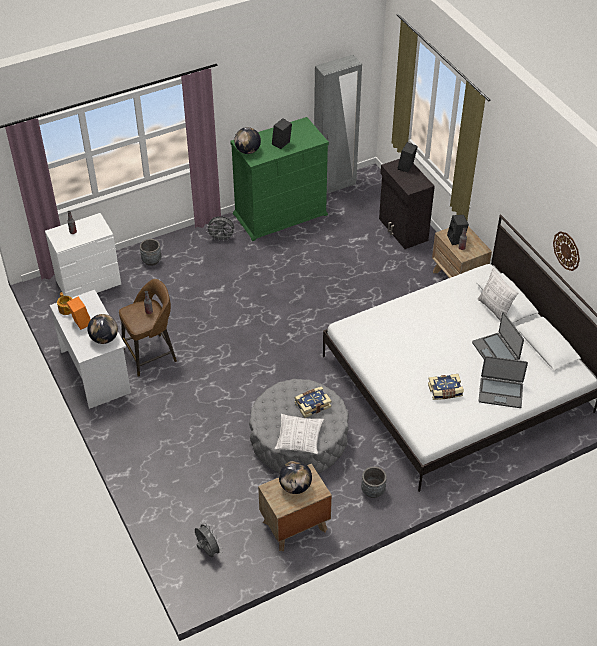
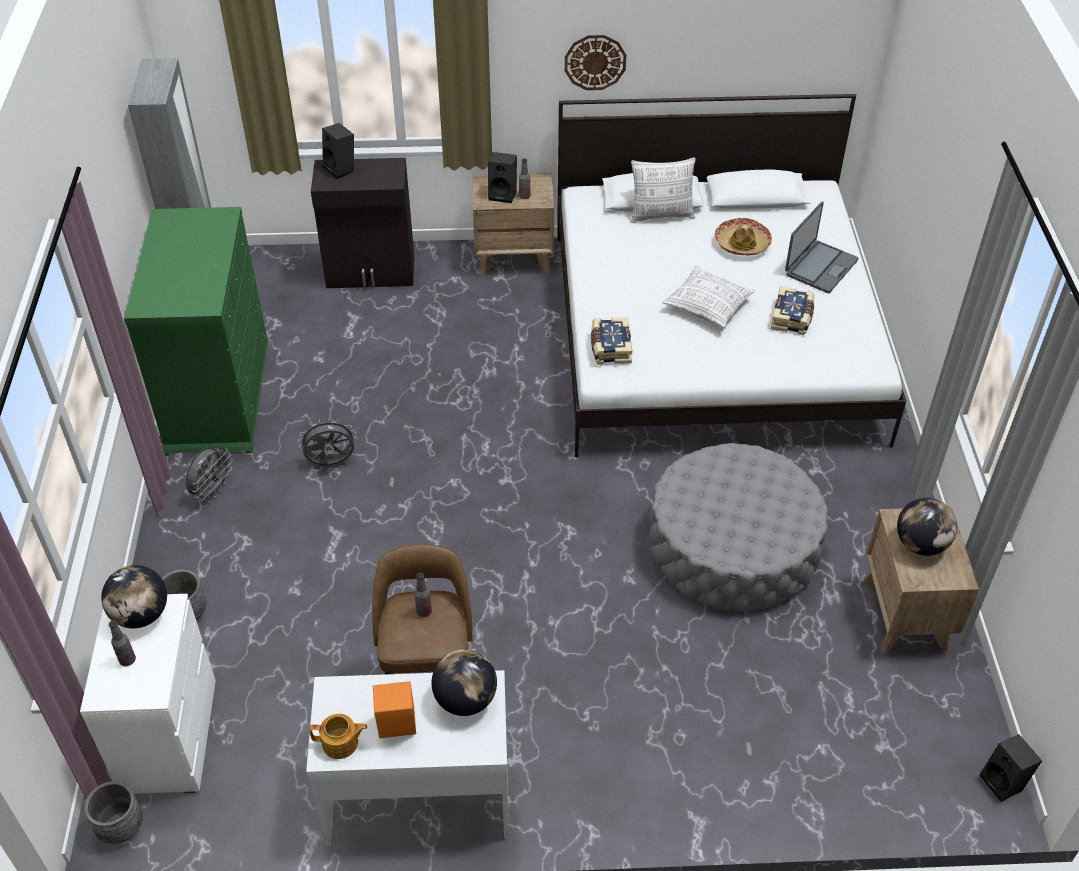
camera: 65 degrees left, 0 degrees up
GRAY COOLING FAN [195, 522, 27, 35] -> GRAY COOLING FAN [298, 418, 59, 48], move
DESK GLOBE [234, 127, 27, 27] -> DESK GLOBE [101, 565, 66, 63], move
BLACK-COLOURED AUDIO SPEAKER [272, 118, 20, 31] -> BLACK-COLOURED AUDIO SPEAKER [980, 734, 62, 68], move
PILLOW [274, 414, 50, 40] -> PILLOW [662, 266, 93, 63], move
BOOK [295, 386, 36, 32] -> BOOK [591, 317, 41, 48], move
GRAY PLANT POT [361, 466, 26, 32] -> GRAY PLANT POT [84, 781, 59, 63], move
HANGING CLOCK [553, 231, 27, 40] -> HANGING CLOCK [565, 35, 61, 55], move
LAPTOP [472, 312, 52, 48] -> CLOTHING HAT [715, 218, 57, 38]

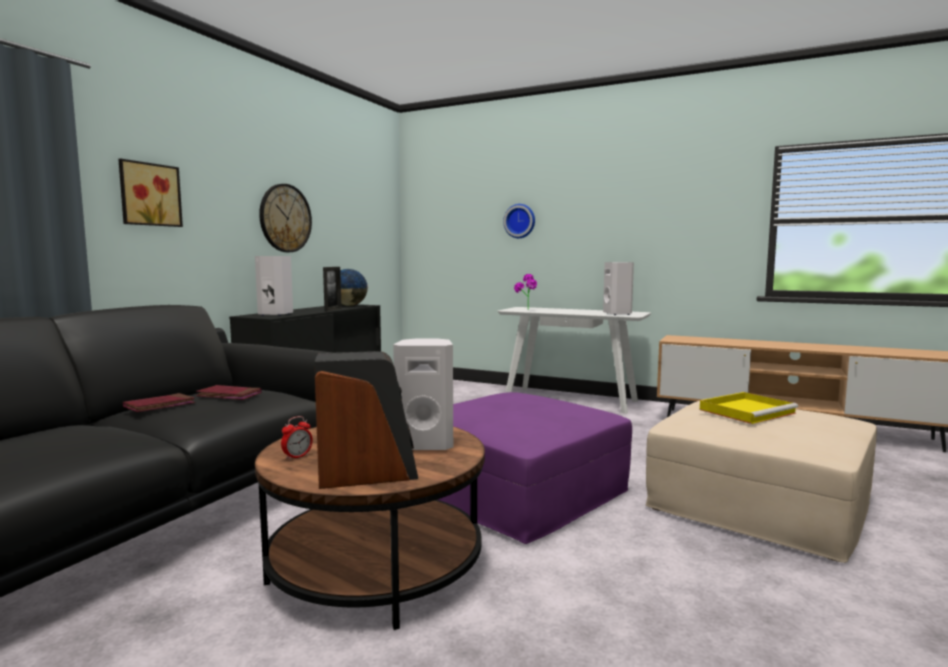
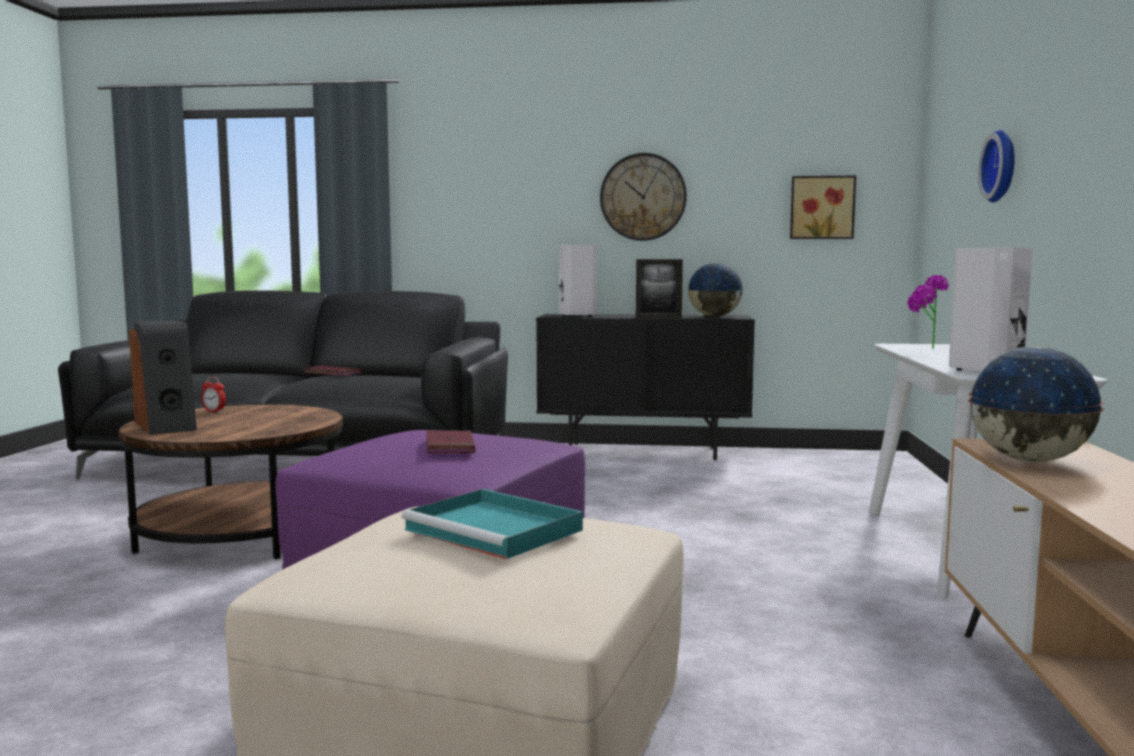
camera: 70 degrees right, 0 degrees up
WHITISH AUDIO SPEAKER [393, 339, 60, 111] -> none
none -> DESK GLOBE [968, 347, 136, 115]
PICTURE [118, 159, 65, 68] -> PICTURE [790, 175, 66, 64], move
RED BOOK [196, 385, 66, 15] -> RED BOOK [426, 430, 49, 23], move
YELLOW-COLOURED SERVING TRAY [700, 392, 98, 32] -> BLUE-GREEN SERVING TRAY [402, 489, 181, 71]

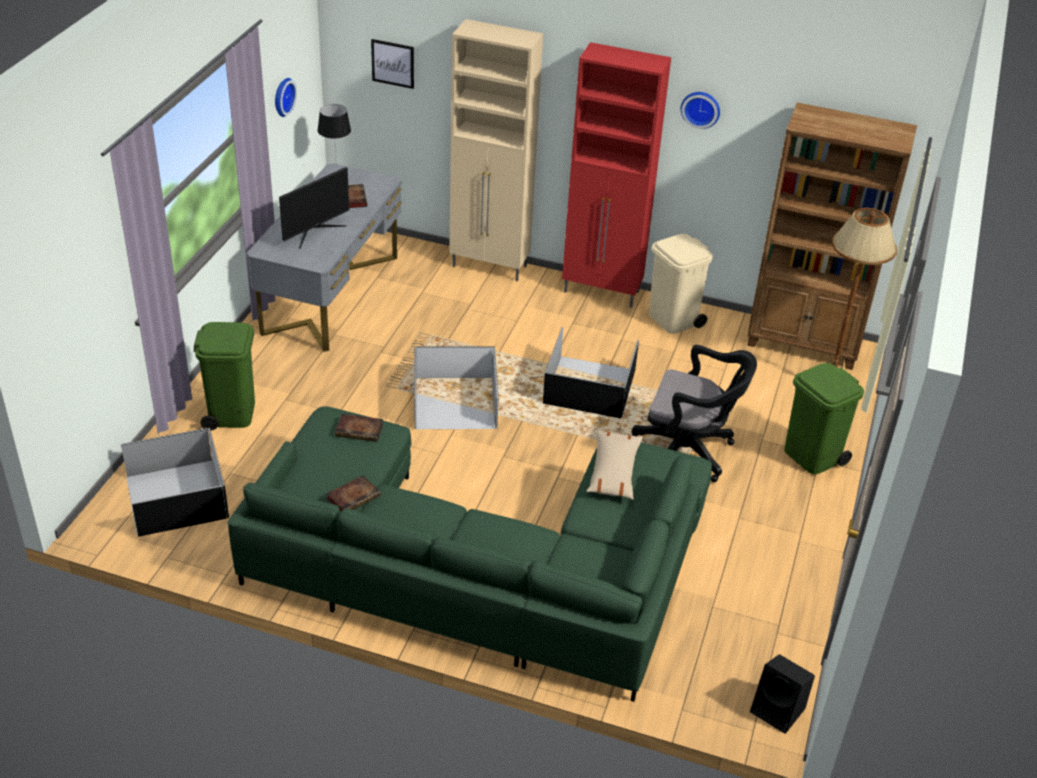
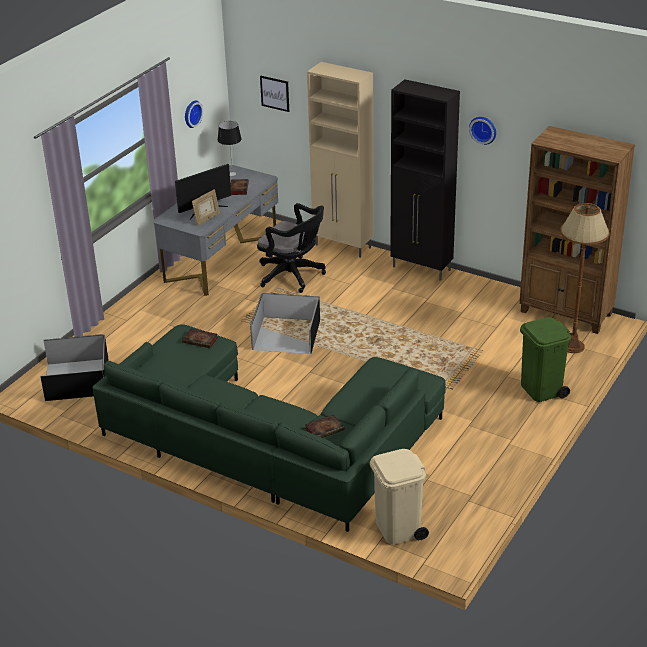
camera: 15 degrees right, 5 degrees down
GREEN-COLOURED RUBBISH BIN [194, 322, 61, 108] -> none
BLACK-COLOURED STORAGE BIN [543, 327, 96, 91] -> none
SAND-COLOURED PILLOW [587, 430, 56, 70] -> none
BLACK-COLOURED AUDIO SPEAKER [750, 654, 65, 80] -> none
none -> STANDING FRAME [192, 189, 28, 37]
BOOK [326, 475, 55, 37] -> BOOK [305, 415, 39, 23], move
BLACK-COLOURED DESK CHAIR [631, 345, 126, 137] -> BLACK-COLOURED DESK CHAIR [257, 203, 69, 90], move
SAND-COLOURED RUBBISH BIN [649, 234, 64, 100] -> SAND-COLOURED RUBBISH BIN [370, 449, 59, 95], move
RED CUPBOARD [562, 42, 109, 266] -> BLACK-COLOURED CUPBOARD [390, 79, 70, 202]

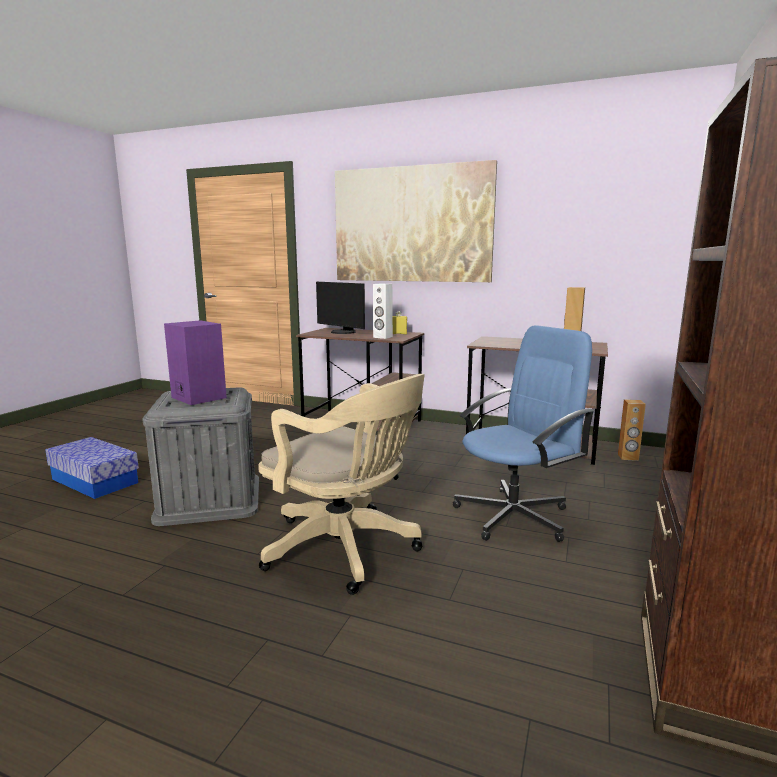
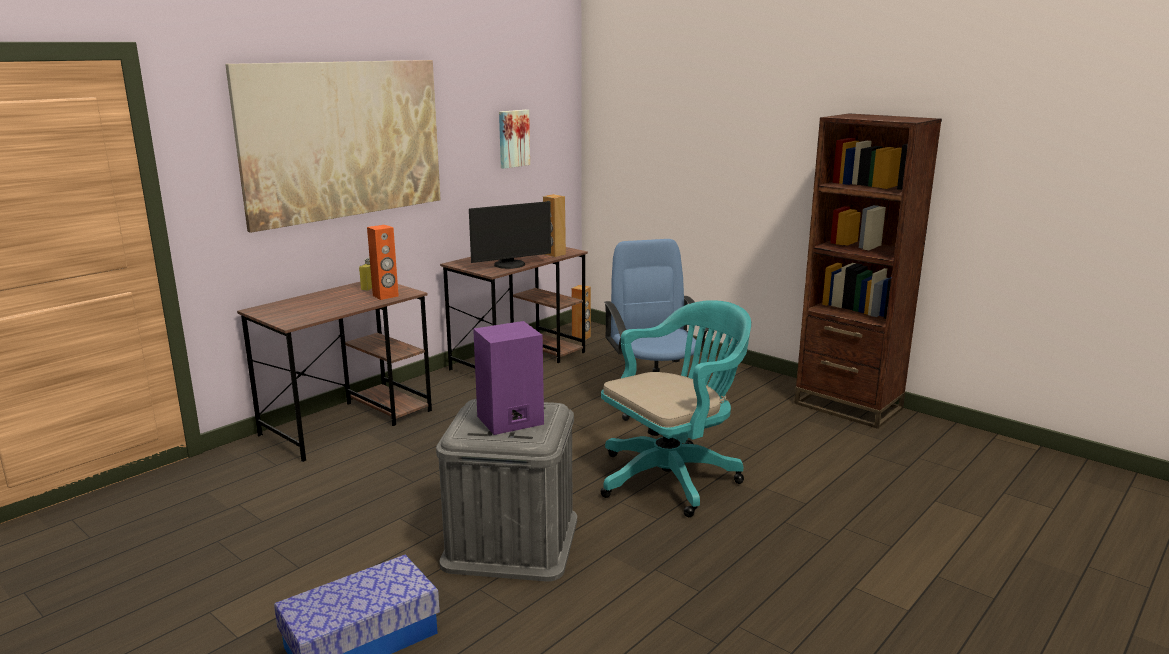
camera: 70 degrees left, 5 degrees up
none -> PICTURE [499, 110, 31, 59]
COMPUTER DISPLAY [316, 282, 49, 52] -> COMPUTER DISPLAY [469, 201, 82, 68], move
SAND-COLOURED DESK CHAIR [258, 374, 167, 221] -> BLUE-GREEN DESK CHAIR [601, 300, 150, 217]
WHITISH AUDIO SPEAKER [373, 284, 20, 55] -> ORANGEY AUDIO SPEAKER [367, 225, 32, 75]

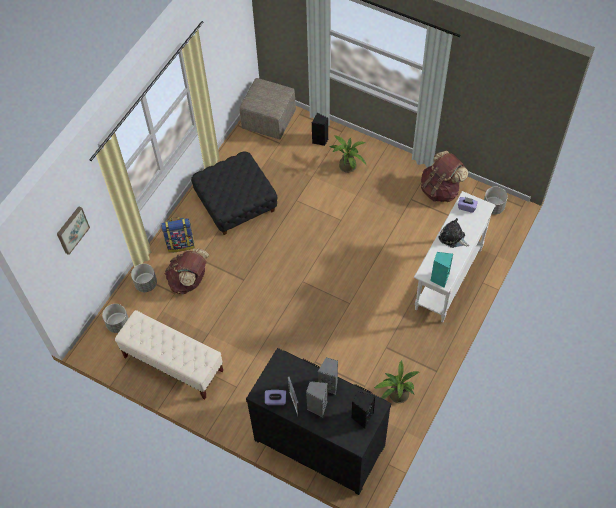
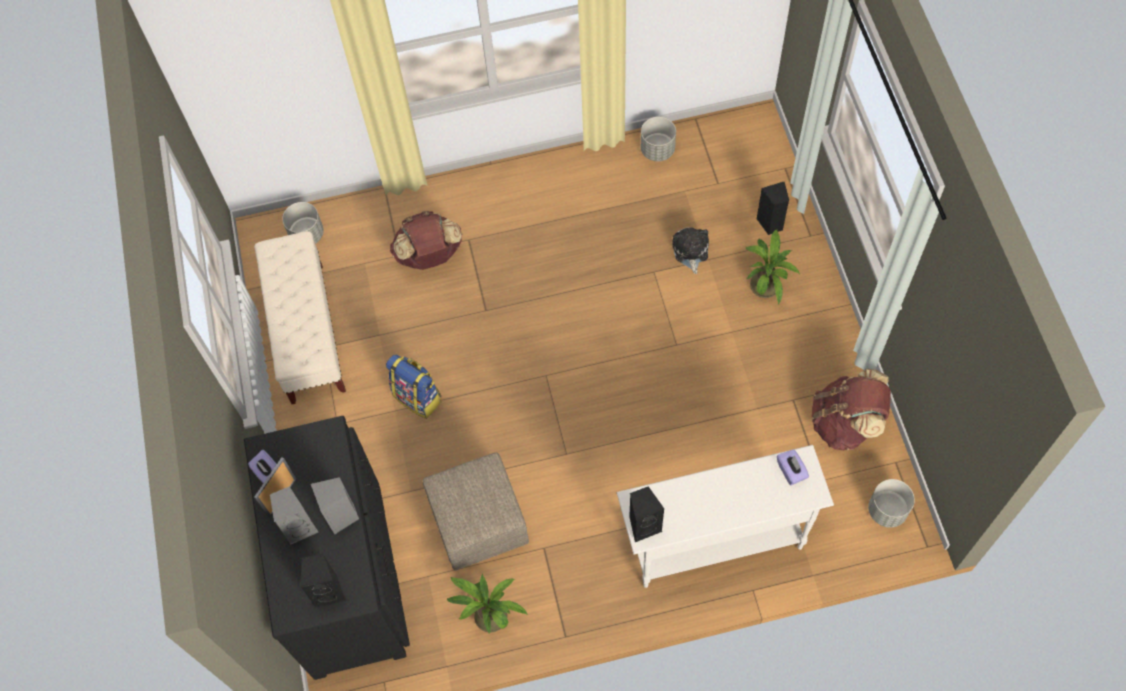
camera: 50 degrees right, 5 degrees up
PICTURE [57, 206, 33, 49] -> none
BLACK-COLOURED POUFFE [191, 151, 86, 84] -> none
GRAY PLANT POT [131, 264, 26, 28] -> GRAY PLANT POT [641, 117, 35, 44], move
BACKPACK [161, 217, 33, 36] -> BACKPACK [386, 355, 56, 64], move
SAND-COLOURED POUFFE [239, 78, 57, 62] -> SAND-COLOURED POUFFE [423, 453, 106, 118], move
CUDDLY TOY [439, 218, 30, 30] -> CUDDLY TOY [672, 227, 37, 47], move
BLUE-GREEN AUDIO SPEAKER [430, 252, 23, 36] -> BLACK-COLOURED AUDIO SPEAKER [629, 486, 35, 56]

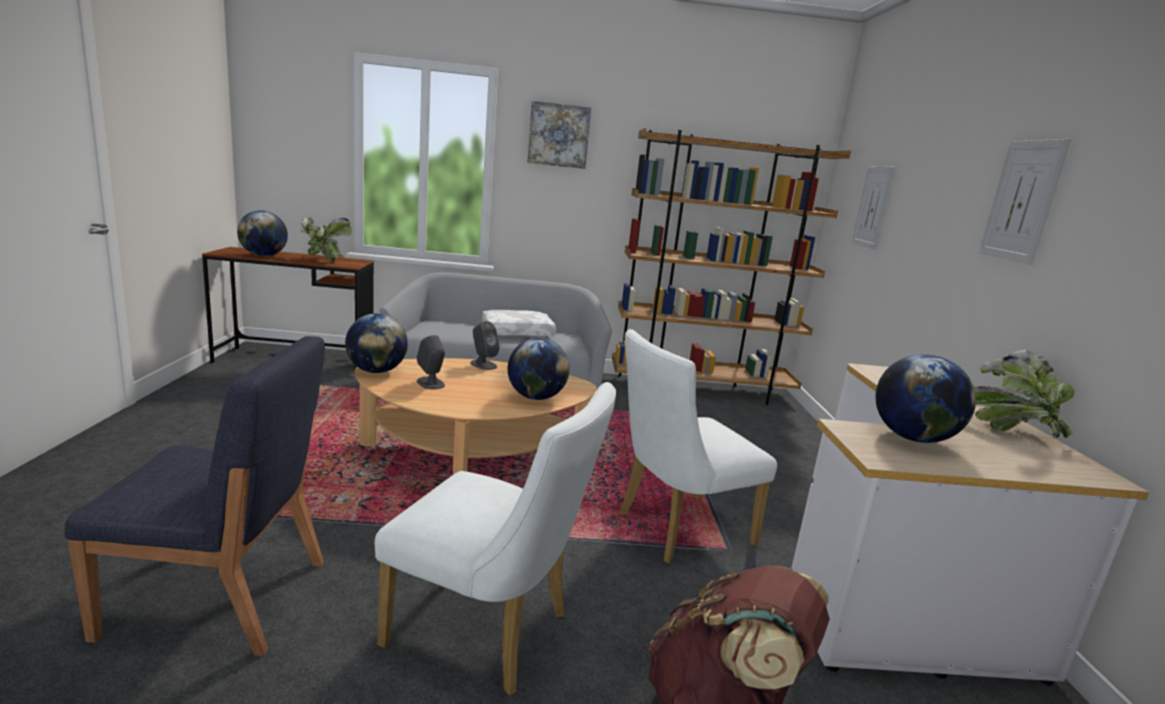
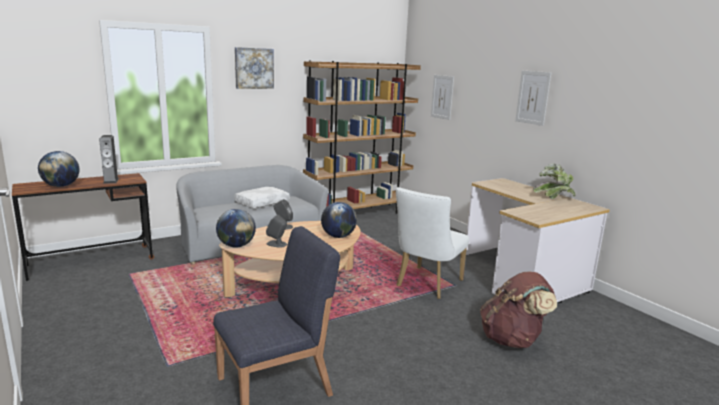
camera: 30 degrees left, 0 degrees up
WHITISH PLAIN CHAIR [375, 382, 241, 314] -> none
DESK GLOBE [875, 354, 101, 89] -> none
POTTED PLANT [301, 218, 51, 44] -> AUDIO SPEAKER [99, 135, 20, 49]

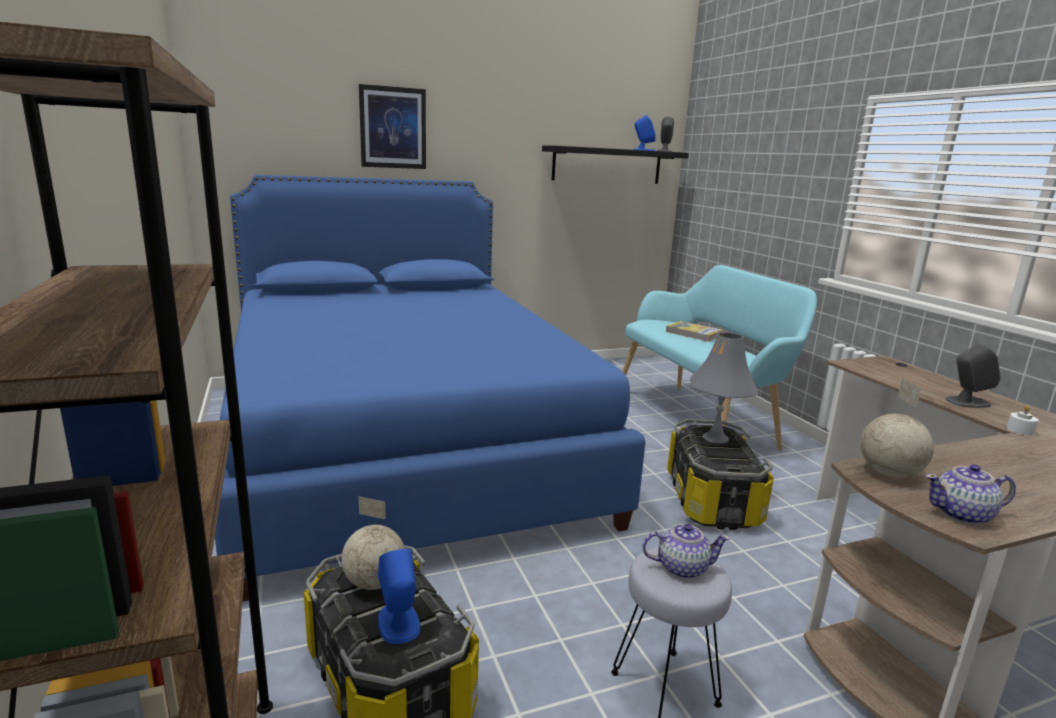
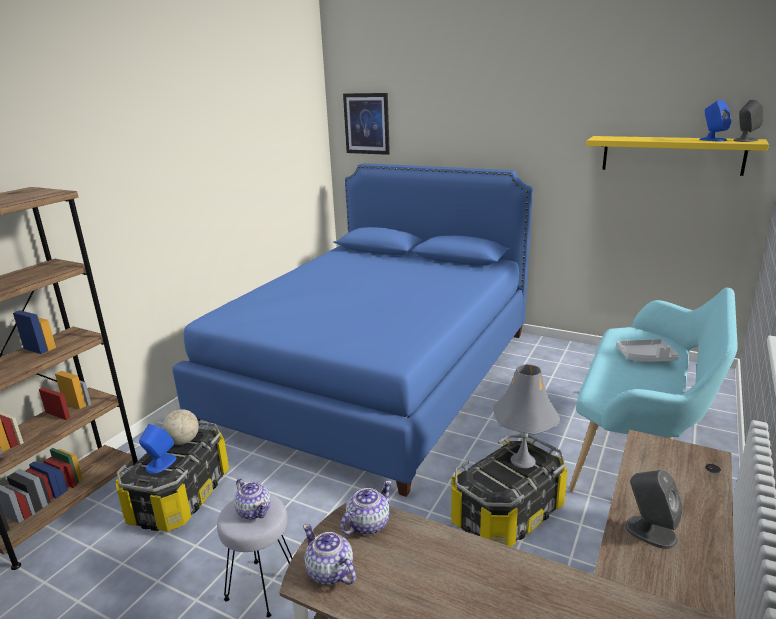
camera: 50 degrees right, 5 degrees up
WHITISH WAX CANDLE [1006, 406, 32, 30] -> none
PICTURE [359, 84, 67, 85] -> PICTURE [343, 93, 47, 62], move
BOOK [666, 321, 57, 21] -> GRAY SERVING TRAY [616, 339, 63, 23]
DESK GLOBE [860, 378, 74, 100] -> TEA POT [340, 480, 52, 55]
BLACK-COLOURED SHELF [542, 146, 147, 38] -> YELLOW-COLOURED SHELF [586, 136, 183, 40]

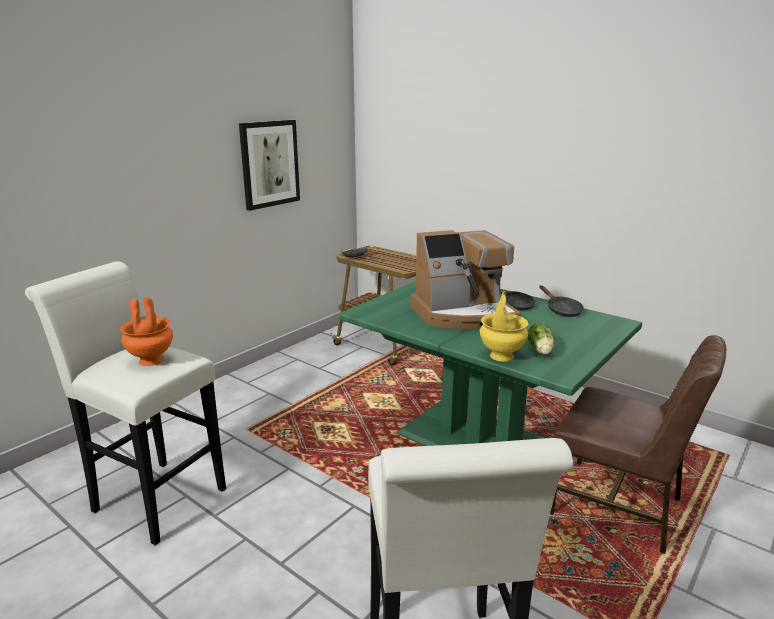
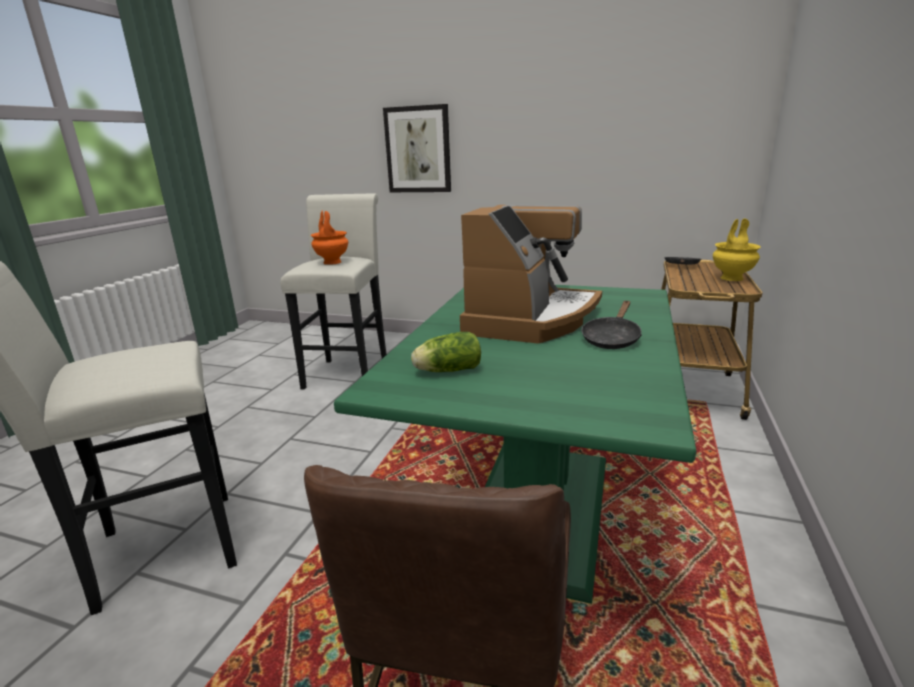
camera: 70 degrees right, 0 degrees up
BLACK-COLOURED PAN [539, 285, 45, 32] -> none
PICTURE [239, 120, 61, 91] -> PICTURE [383, 104, 68, 88], move
YELLOW-COLOURED VASE [480, 291, 48, 71] -> YELLOW-COLOURED VASE [713, 218, 48, 63], move
COFFEE MACHINE [410, 230, 111, 99] -> COFFEE MACHINE [460, 205, 142, 139], 120 degrees counterclockwise

